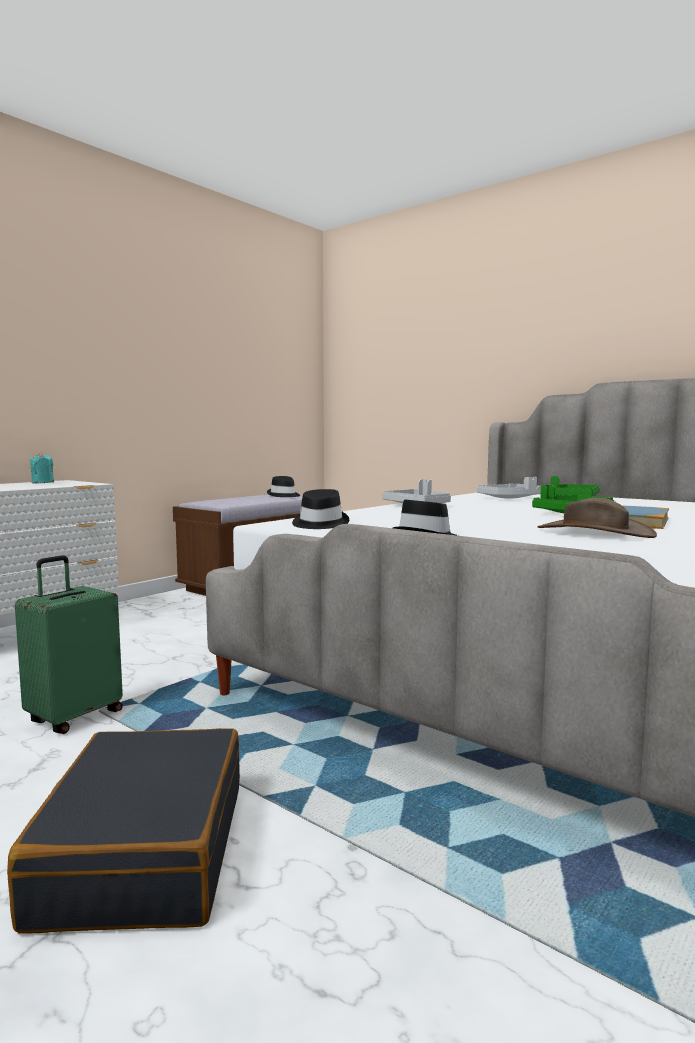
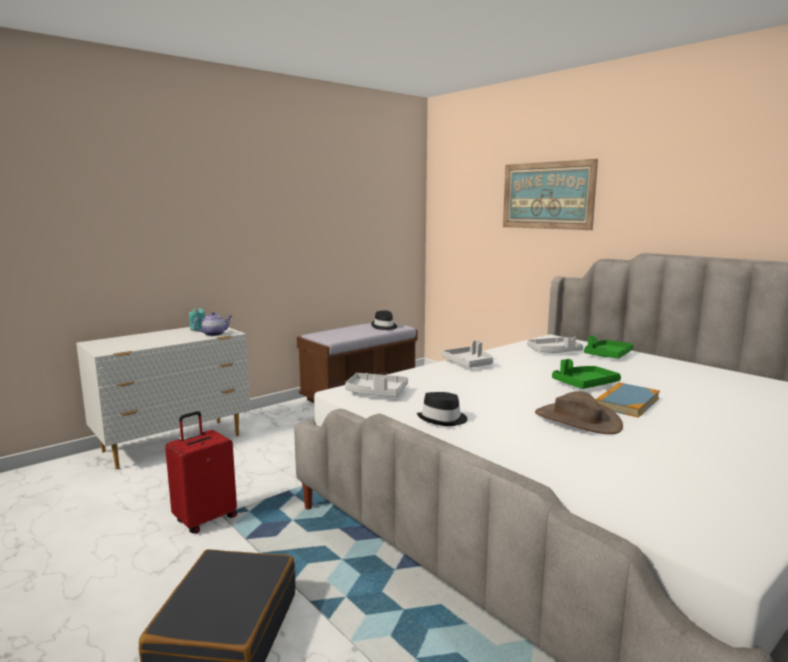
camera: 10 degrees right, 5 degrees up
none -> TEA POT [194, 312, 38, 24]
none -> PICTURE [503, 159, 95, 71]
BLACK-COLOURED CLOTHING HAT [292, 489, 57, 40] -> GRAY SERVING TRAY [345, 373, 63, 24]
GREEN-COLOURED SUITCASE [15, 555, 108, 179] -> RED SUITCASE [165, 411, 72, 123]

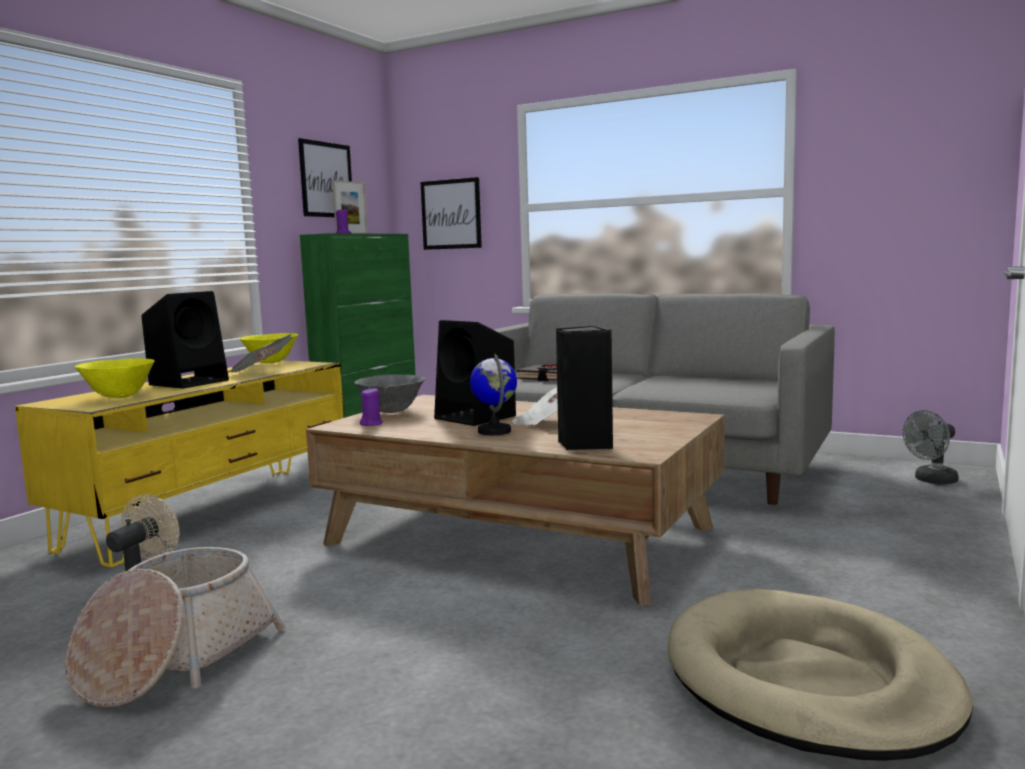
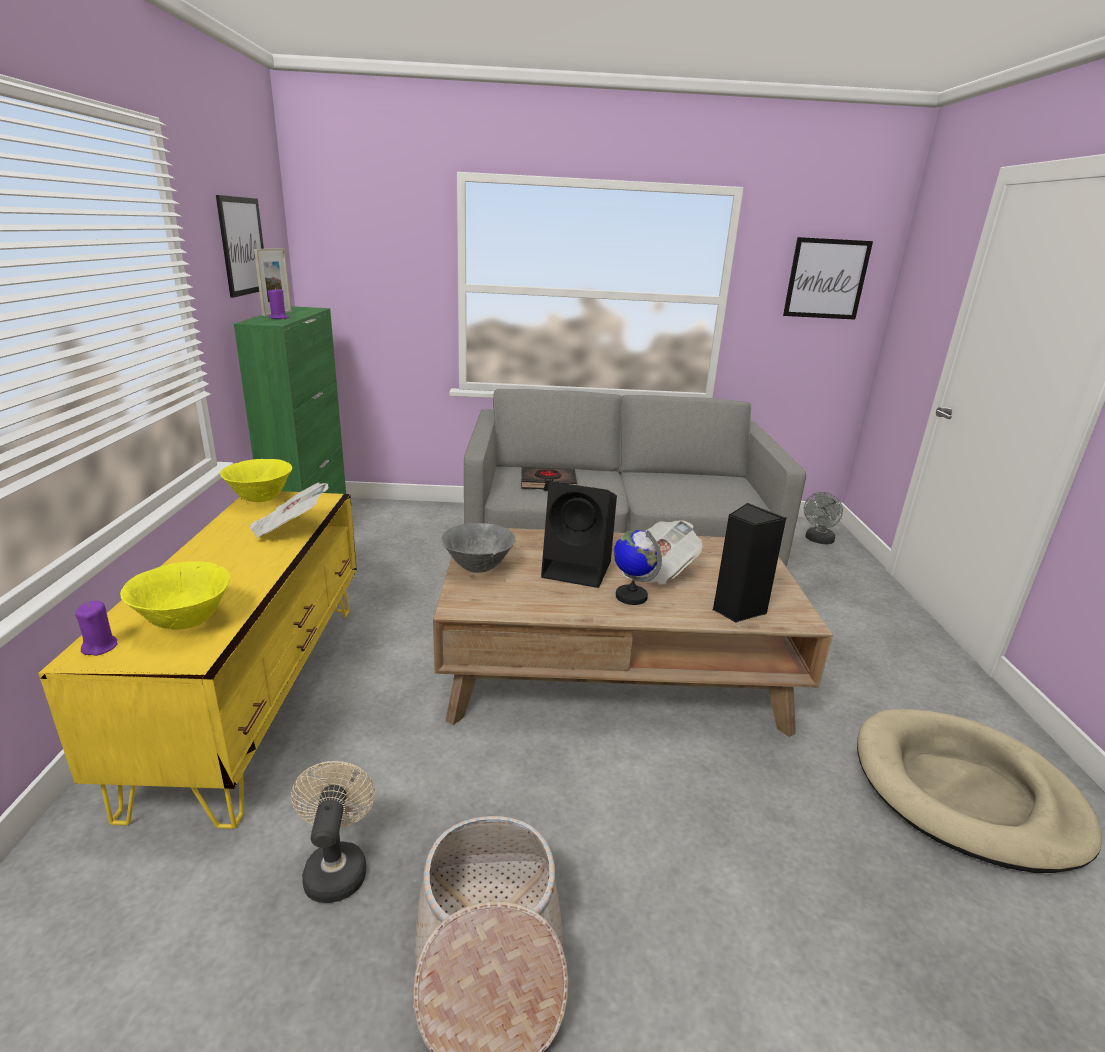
camera: 30 degrees left, 15 degrees up
BLACK-COLOURED AUDIO SPEAKER [141, 291, 88, 98] -> none
PURPLISH WAX CANDLE [360, 387, 23, 39] -> PURPLISH WAX CANDLE [75, 601, 42, 55], move
PICTURE [421, 177, 61, 73] -> PICTURE [783, 237, 90, 83], move

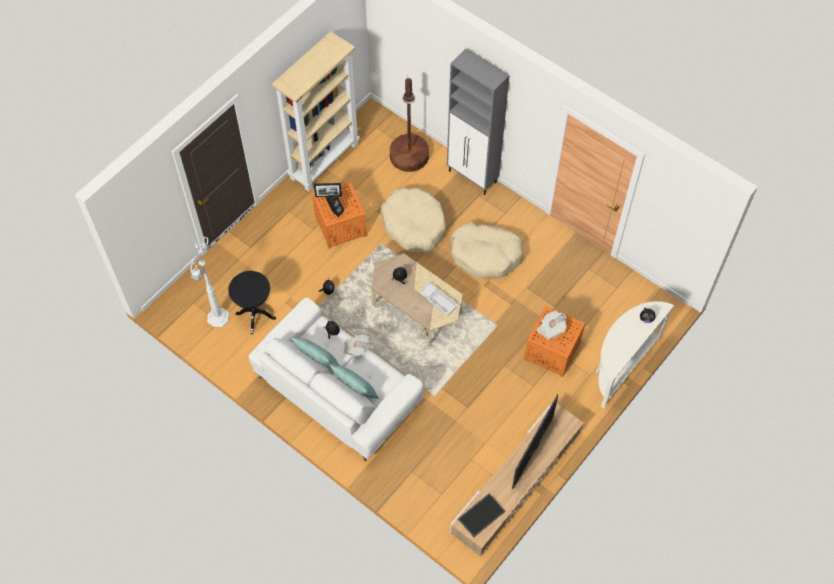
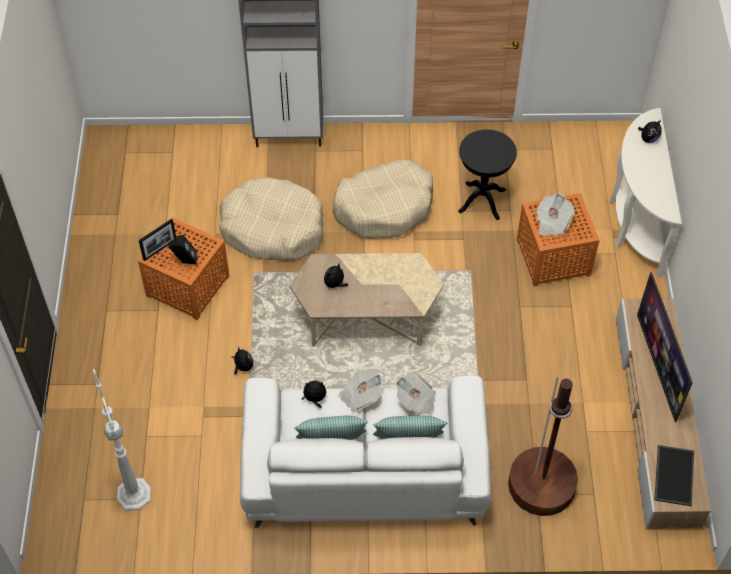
camera: 40 degrees left, 5 degrees down
SAND-COLOURED BOOKCASE [272, 31, 88, 160] -> none
WHITISH SERVING TRAY [419, 282, 39, 34] -> none
none -> DAILY PAPER [396, 372, 40, 42]
BLACK-COLOURED END TABLE [228, 271, 48, 63] -> BLACK-COLOURED END TABLE [458, 129, 59, 91], move
BROWN-COLOURED STANDING LAMP [390, 76, 39, 96] -> BROWN-COLOURED STANDING LAMP [508, 377, 70, 139], move

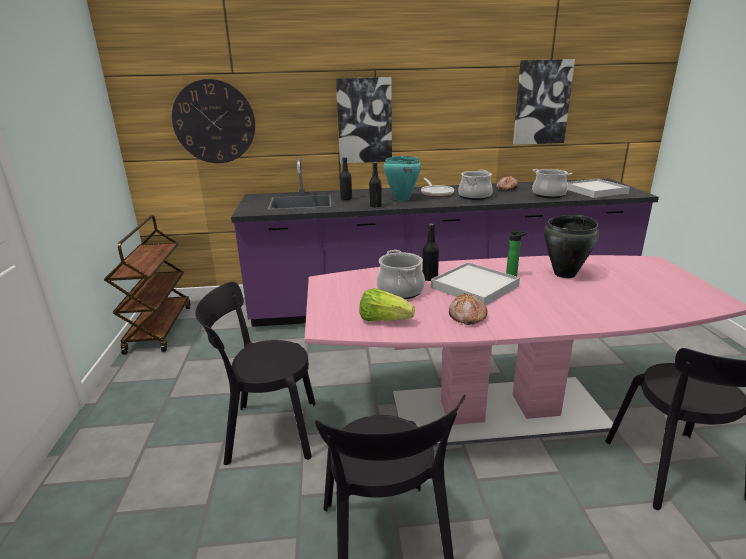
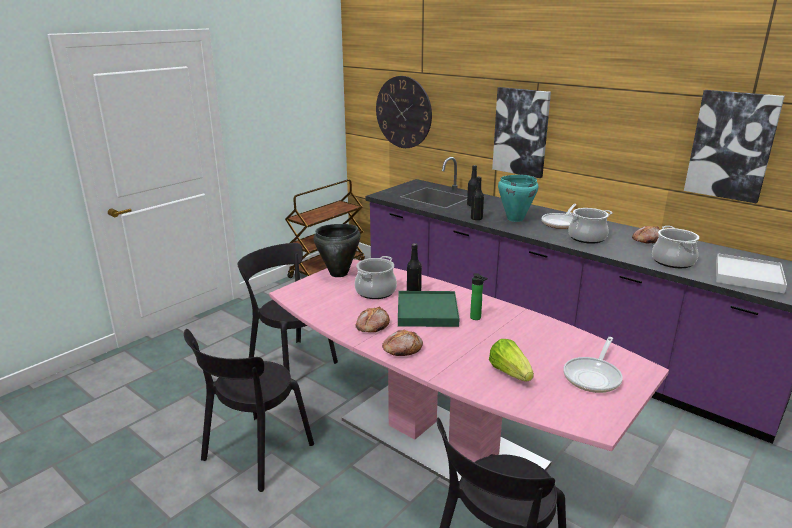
camera: 45 degrees right, 0 degrees up
none -> BREAD [382, 330, 41, 26]
none -> PAN [563, 337, 60, 56]
HEAD OF LETTUCE [359, 288, 56, 33] -> HEAD OF LETTUCE [489, 339, 45, 43], move
BLACK-COLOURED STOCKPOT [544, 215, 56, 63] -> BLACK-COLOURED STOCKPOT [314, 224, 47, 53], move
WHITISH SERVING TRAY [431, 262, 89, 43] -> GREEN-COLOURED SERVING TRAY [398, 291, 62, 36]

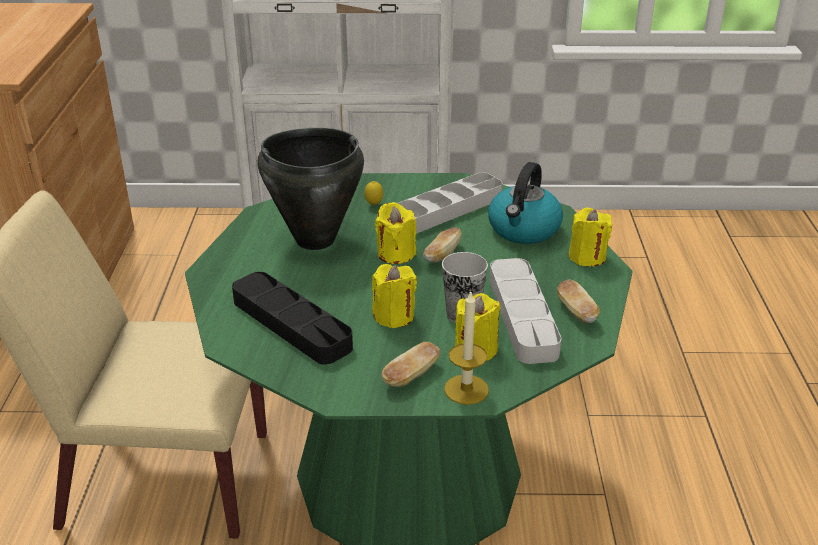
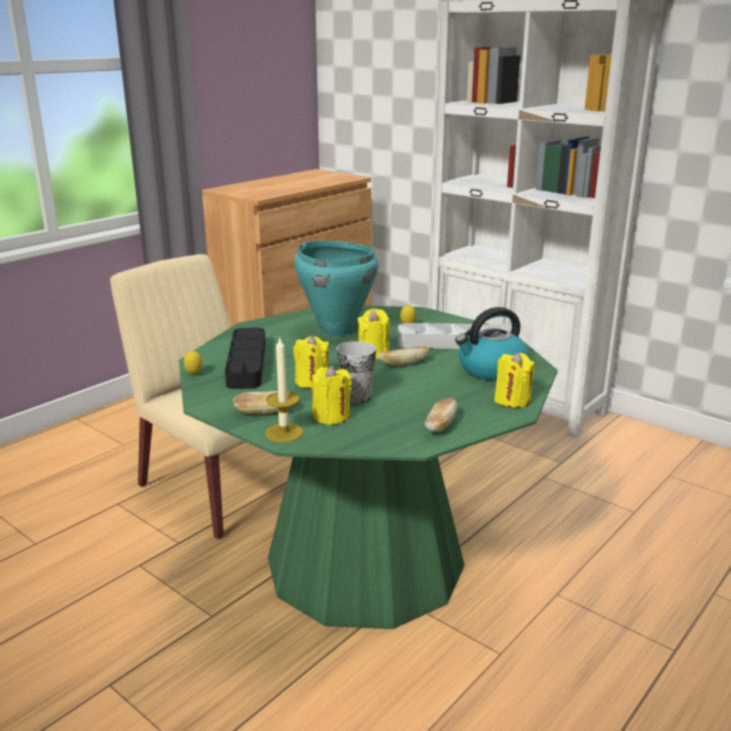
camera: 40 degrees right, 10 degrees down
GRAY SERVING TRAY [489, 258, 72, 106] -> none
none -> LEMON [184, 350, 19, 25]
BLACK-COLOURED STOCKPOT [257, 128, 107, 122] -> BLUE-GREEN STOCKPOT [294, 240, 85, 97]

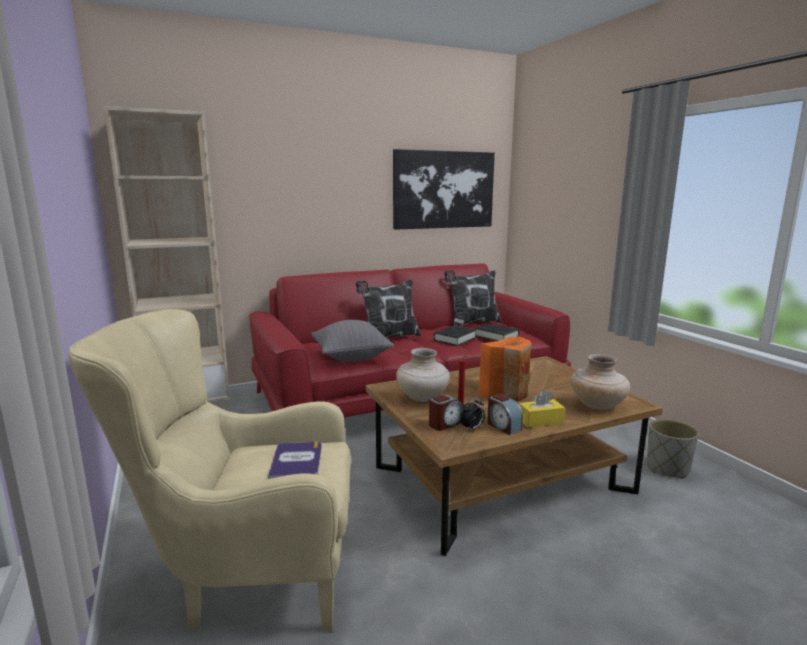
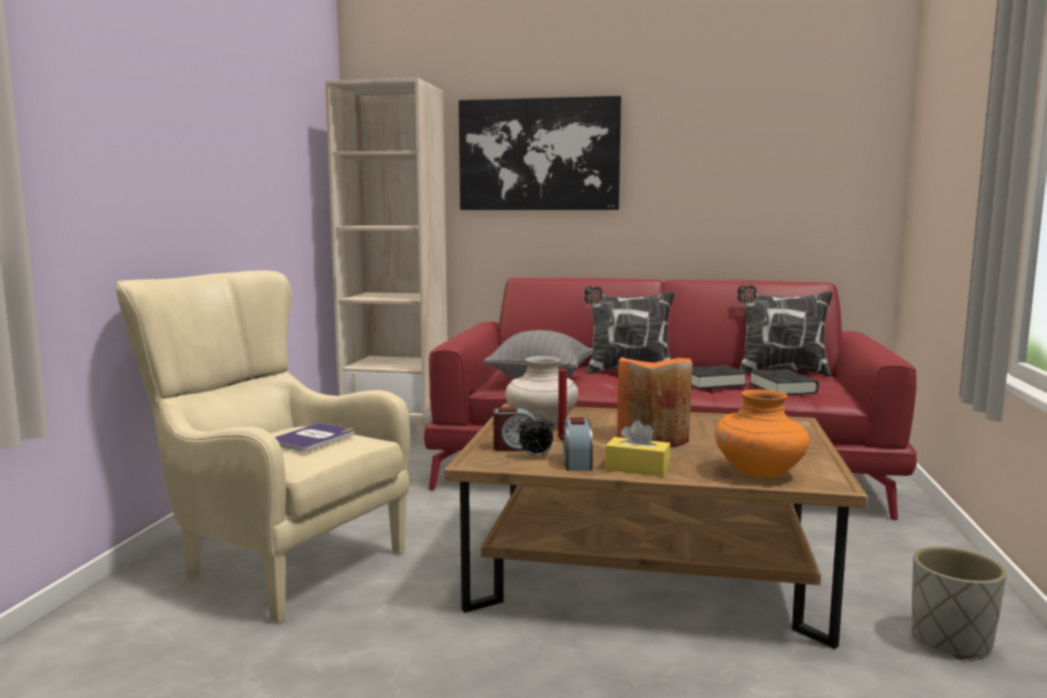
camera: 35 degrees right, 5 degrees down
PICTURE [393, 149, 102, 81] -> PICTURE [459, 96, 162, 114], move
SAND-COLOURED VASE [571, 354, 59, 56] -> ORANGEY VASE [715, 389, 94, 89]

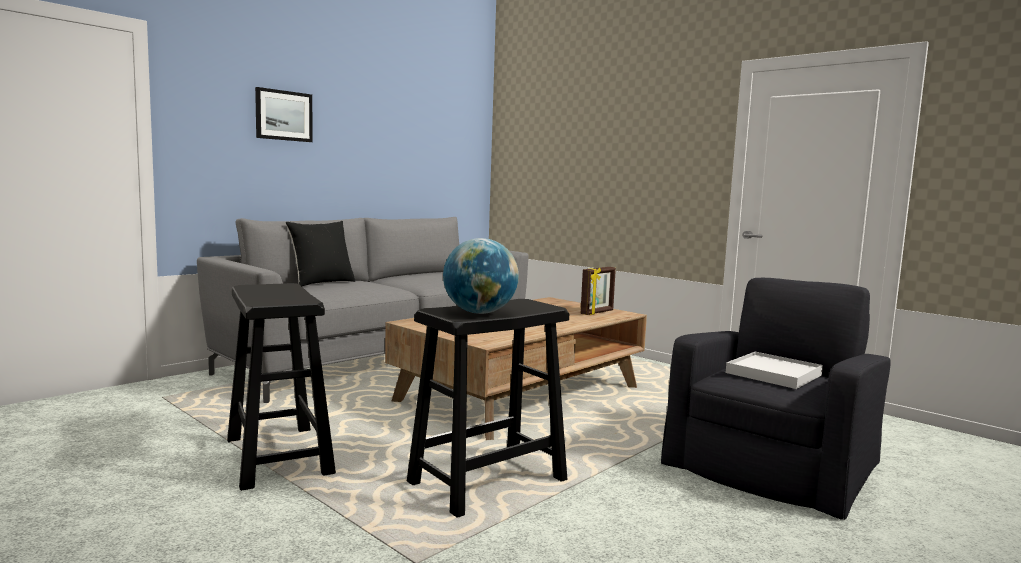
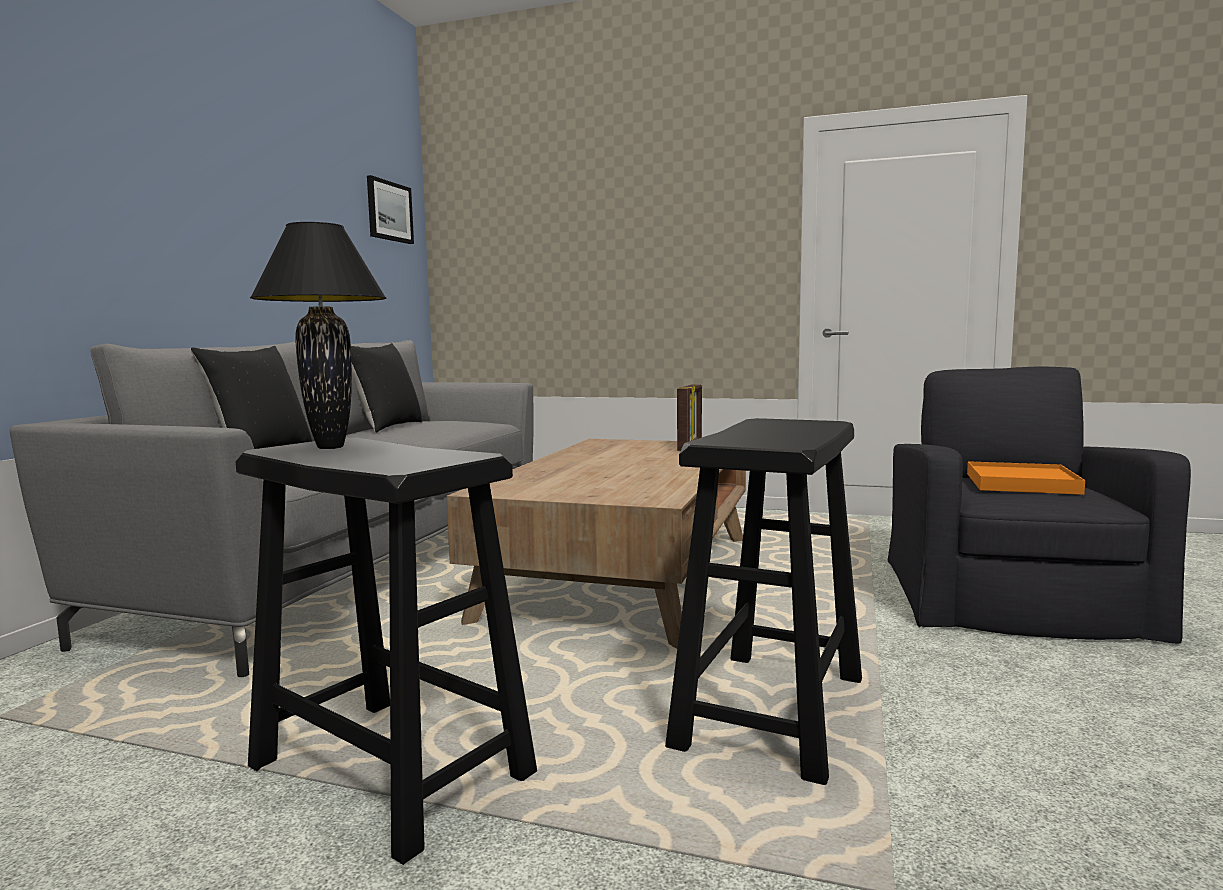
camera: 25 degrees left, 0 degrees up
DESK GLOBE [443, 238, 76, 76] -> none
none -> BLACK-COLOURED TABLETOP LAMP [250, 222, 136, 227]
none -> BLACK-COLOURED PILLOW [351, 343, 71, 90]
PICTURE [255, 87, 58, 55] -> PICTURE [367, 175, 47, 69], move
WHITISH SERVING TRAY [726, 352, 97, 37] -> ORANGEY SERVING TRAY [967, 461, 118, 34]

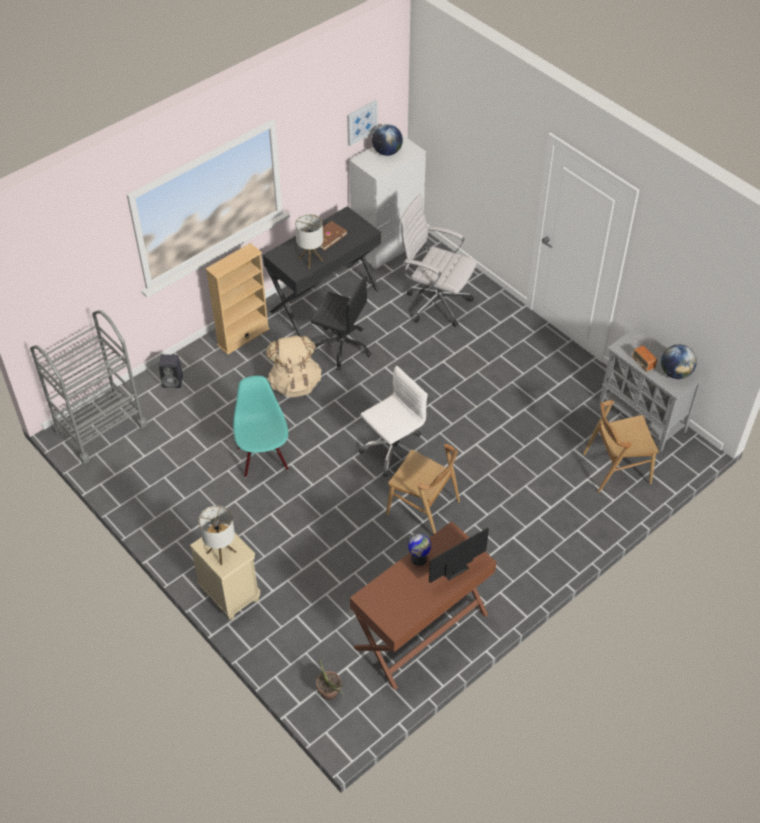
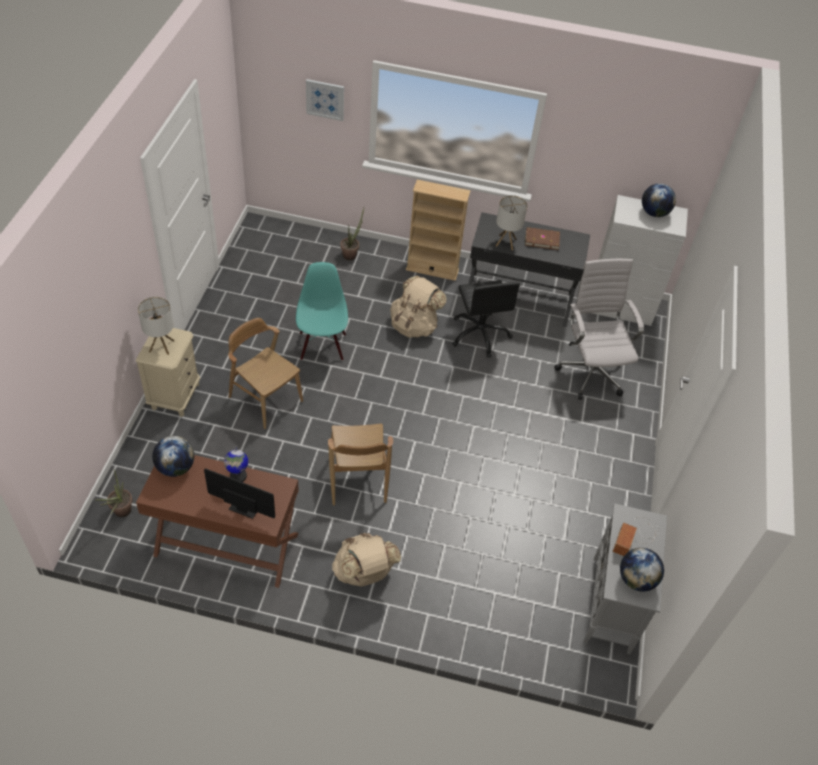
camera: 50 degrees right, 0 degrees up
GRAY CART [30, 310, 117, 154] -> none
WHITISH DESK CHAIR [359, 366, 69, 111] -> none
none -> DESK GLOBE [152, 436, 42, 41]
none -> SAND-COLOURED BACKPACK [332, 533, 69, 54]
PICTURE [347, 100, 30, 46] -> PICTURE [306, 79, 38, 42], move
BROWN-COLOURED PLAIN CHAIR [583, 400, 76, 92] -> BROWN-COLOURED PLAIN CHAIR [228, 318, 75, 111], move
BLACK-COLOURED AUDIO SPEAKER [159, 355, 24, 33] -> POTTED PLANT [340, 208, 24, 52]
BLUE-GREEN PLAIN CHAIR [233, 376, 56, 102] -> BLUE-GREEN PLAIN CHAIR [296, 262, 52, 99], 45 degrees counterclockwise

